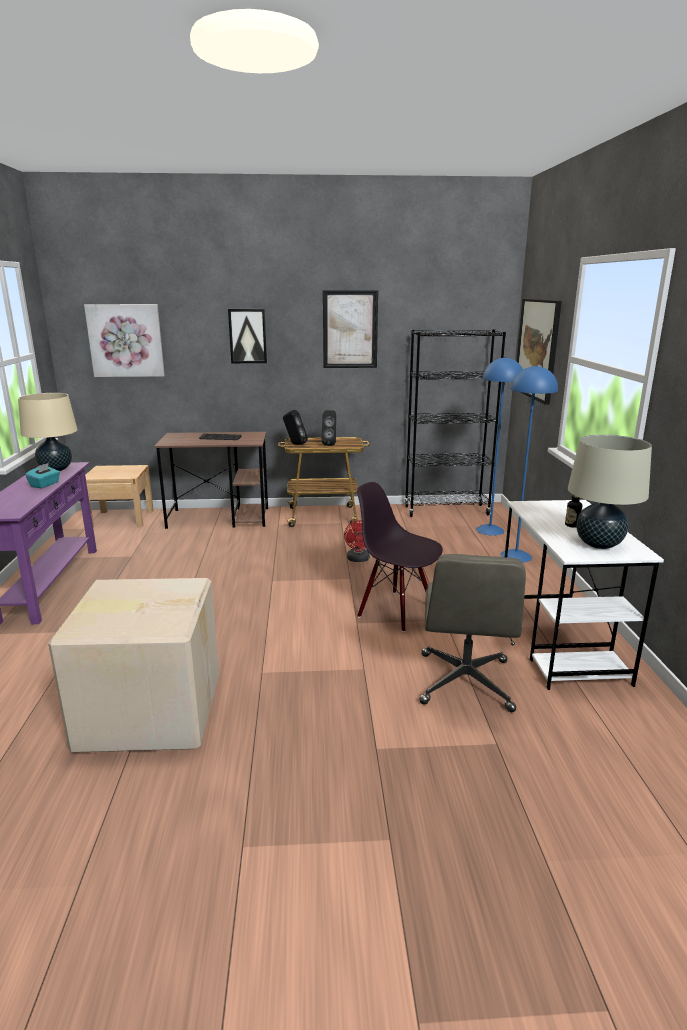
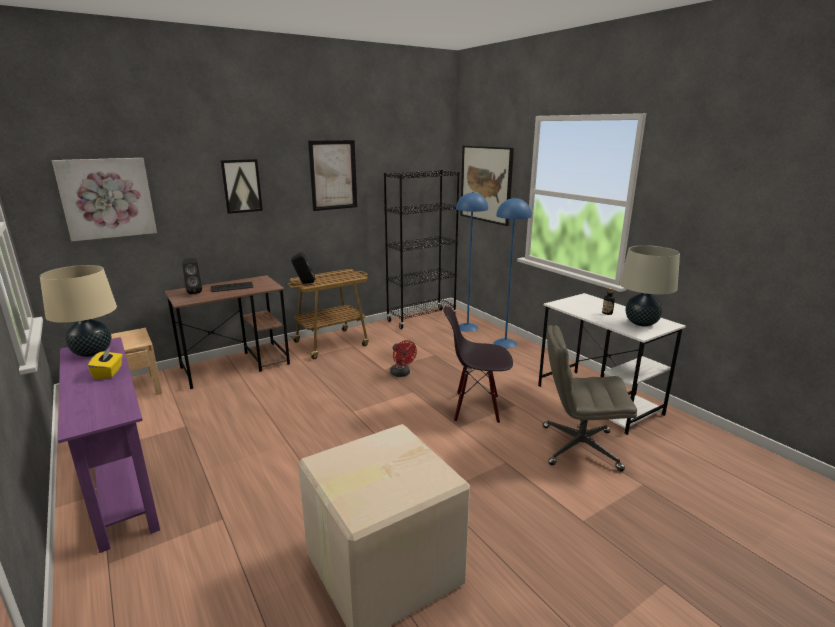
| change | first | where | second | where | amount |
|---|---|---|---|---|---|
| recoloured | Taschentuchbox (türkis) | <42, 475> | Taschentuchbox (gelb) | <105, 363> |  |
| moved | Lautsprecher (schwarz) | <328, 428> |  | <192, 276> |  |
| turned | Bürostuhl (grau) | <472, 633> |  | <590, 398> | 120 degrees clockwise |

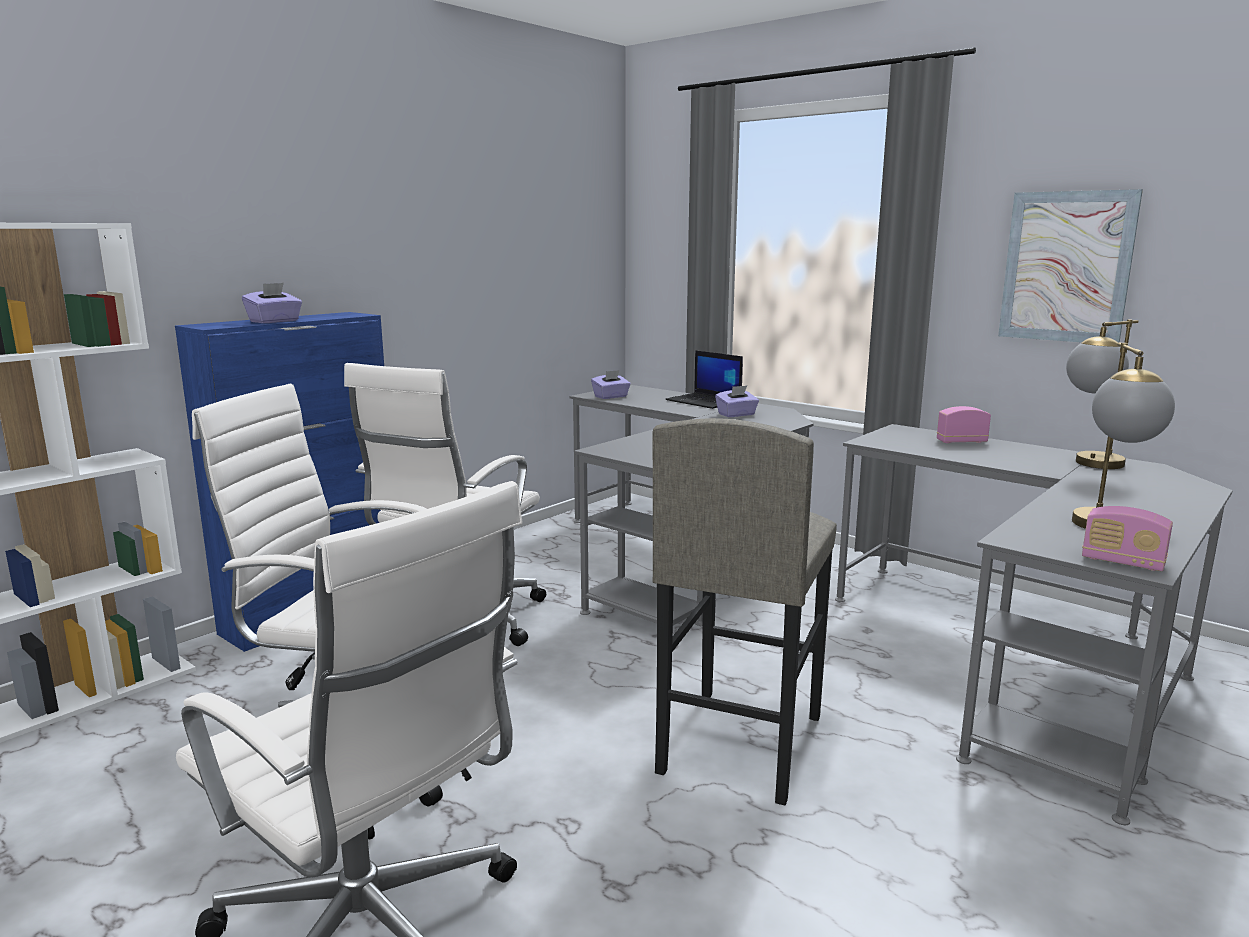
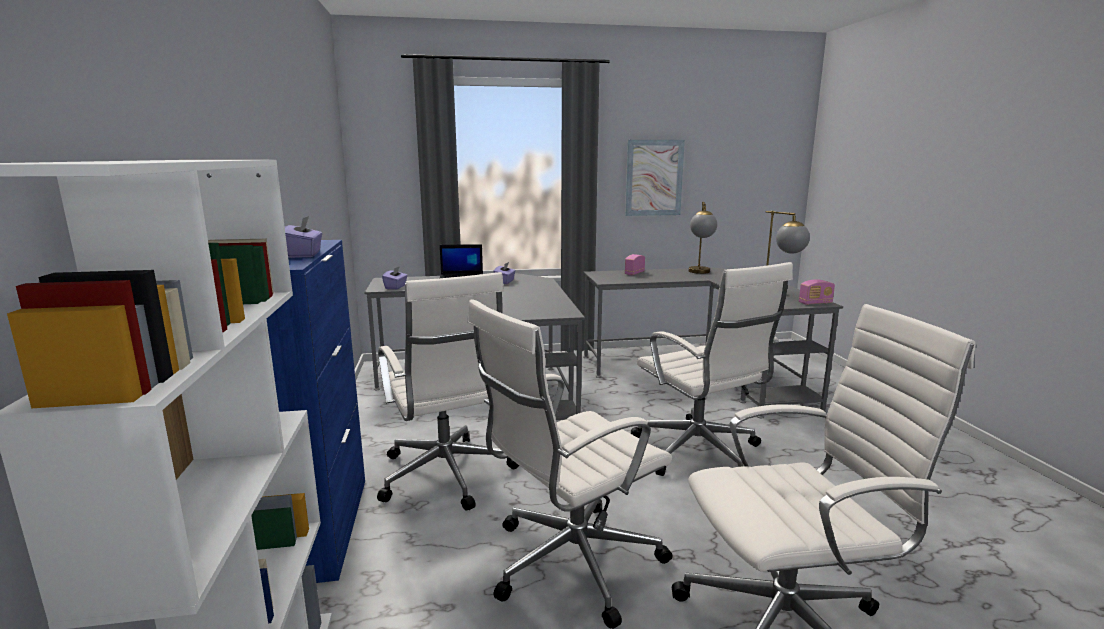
| change | first | where | second | where | amount |
|---|---|---|---|---|---|
| replaced | Hocker (grau) | <745, 612> | Bürostuhl (weiß) | <712, 369> |  |

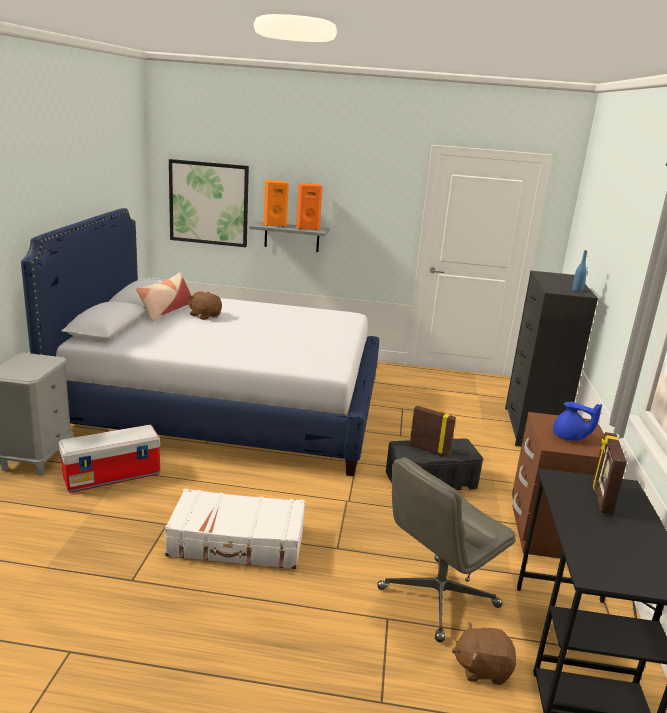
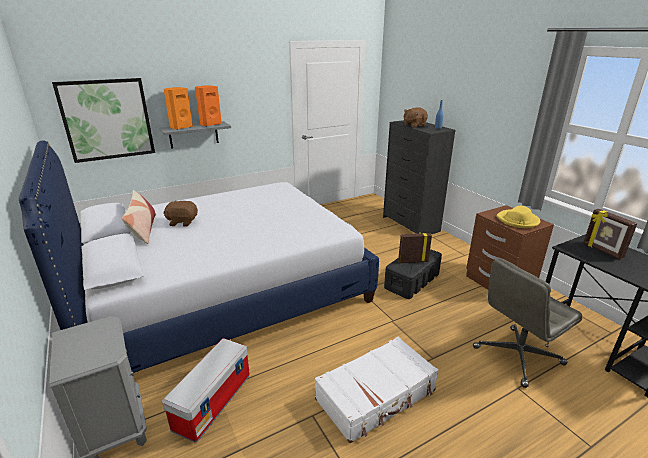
| change | first | where | second | where | amount |
|---|---|---|---|---|---|
| moved | Plüschtier (braun) | <484, 653> |  | <416, 117> |  |
| turned | Bürostuhl (grau) | <446, 549> |  | <527, 323> | 45 degrees clockwise |
| replaced | Teekanne (blau) | <577, 421> | Hut (gelb) | <518, 217> |  |

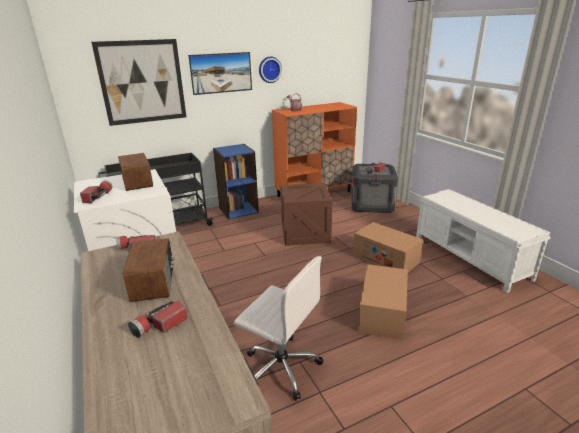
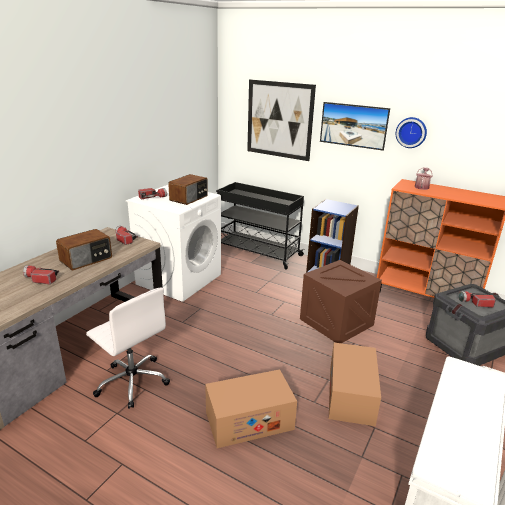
| change | first | where | second | where | amount |
|---|---|---|---|---|---|
| turned | Bürostuhl (weiß) | <278, 328> |  | <128, 348> | 45 degrees counterclockwise |

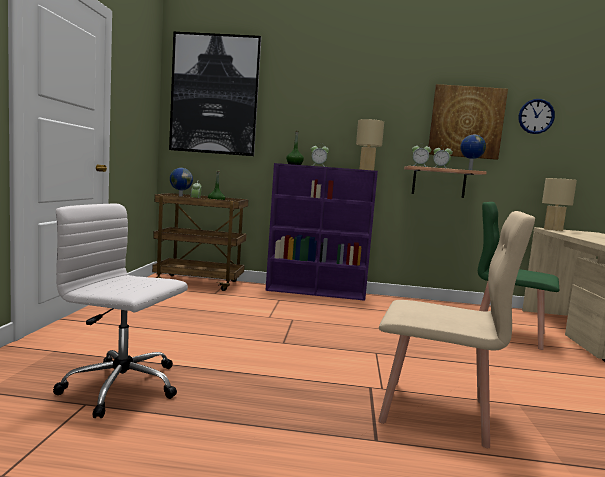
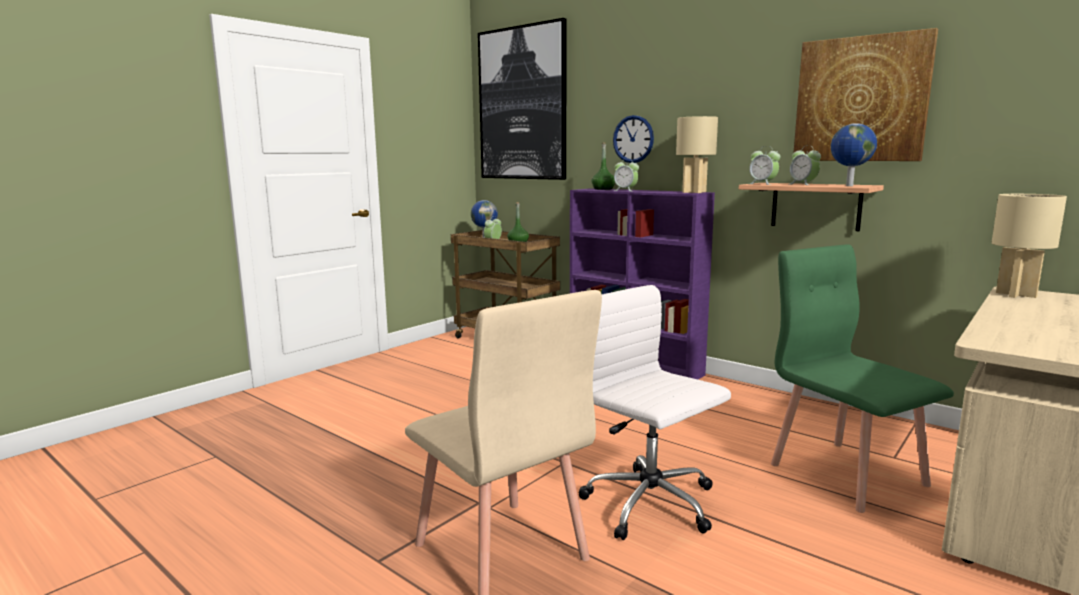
| change | first | where | second | where | amount |
|---|---|---|---|---|---|
| moved | Bürostuhl (weiß) | <120, 311> |  | <654, 412> |  |
| moved | Wanduhr | <537, 116> |  | <633, 139> |  |

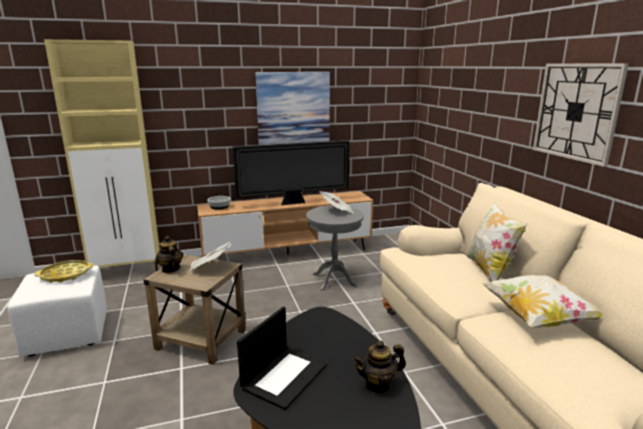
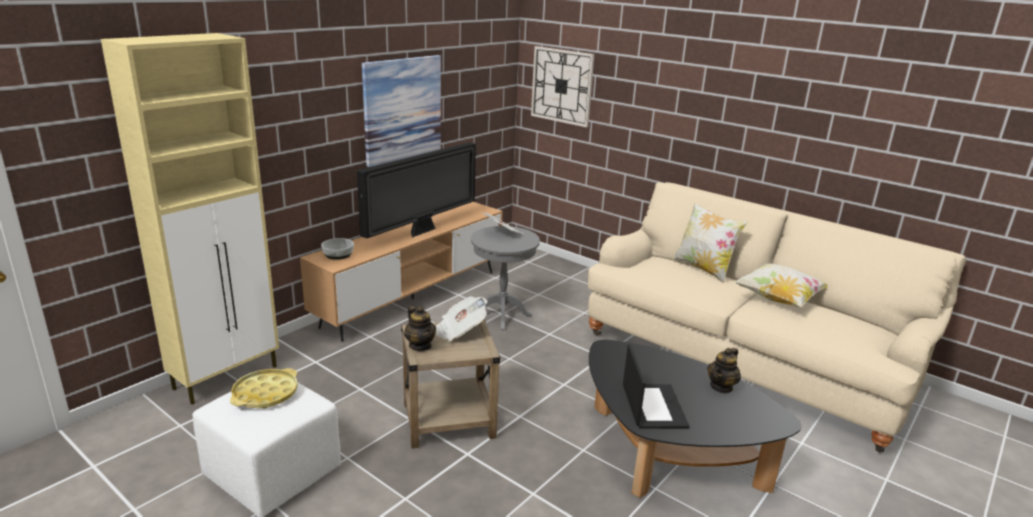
| change | first | where | second | where | amount |
|---|---|---|---|---|---|
| turned | Teekanne | <169, 254> |  | <420, 328> | 150 degrees counterclockwise |
| moved | Wanduhr | <581, 115> |  | <563, 87> |  |

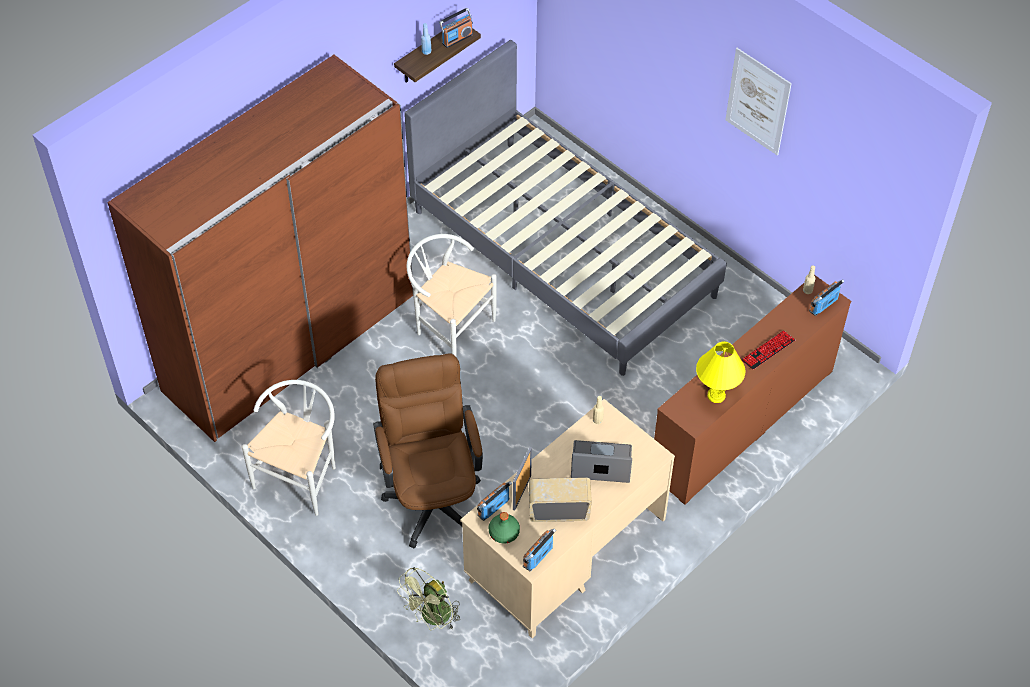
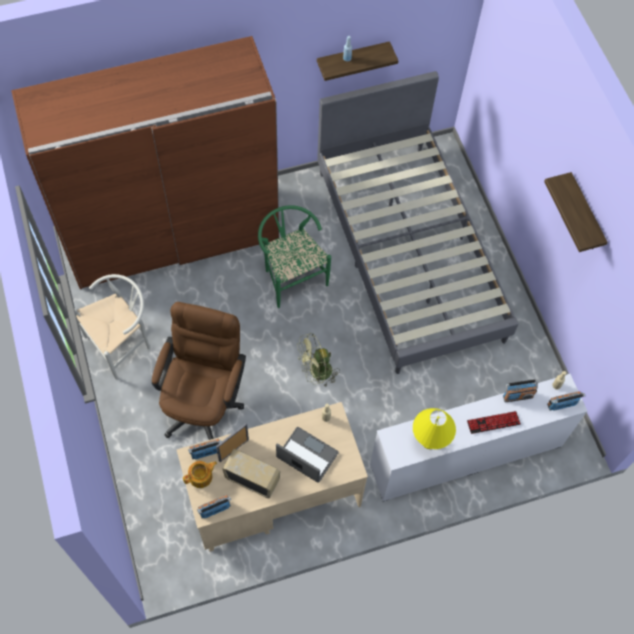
| change | first | where | second | where | amount |
|---|---|---|---|---|---|
| replaced | Flasche (grün) | <504, 528> | Teekanne | <200, 474> |  |
| recoloured | Stuhl (weiß) | <452, 295> | Stuhl (grün) | <294, 256> |  |
| moved | Ventilator (grün) | <428, 599> |  | <318, 360> |  |
| recoloured | Kommode (braun) | <752, 390> | Kommode (weiß) | <479, 438> |  |
| moved | Radio | <456, 28> |  | <520, 390> |  |
| replaced | Bild | <758, 101> | Wandregal | <576, 212> |  |

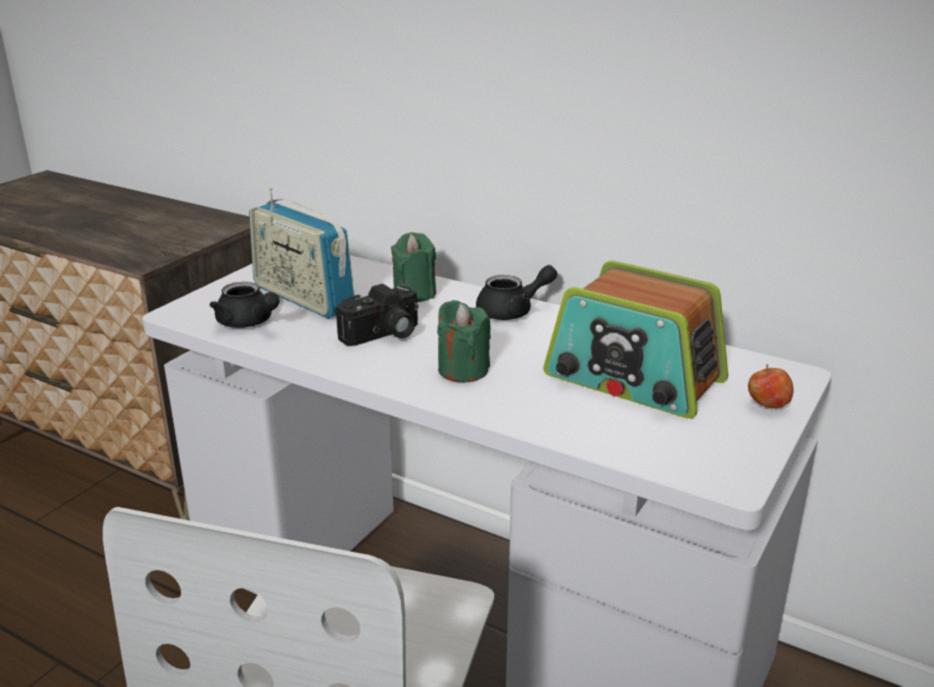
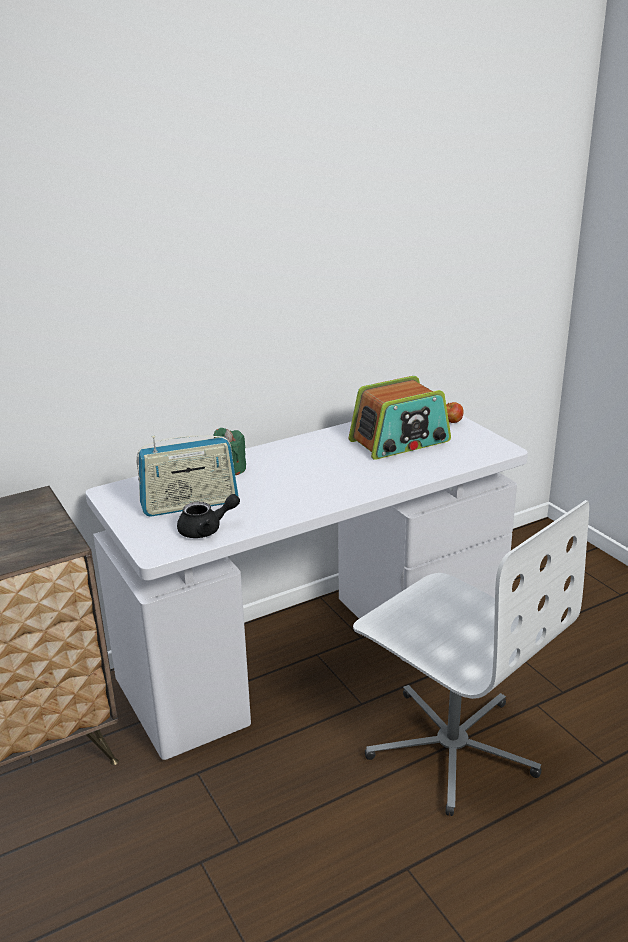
| change | first | where | second | where | amount |
|---|---|---|---|---|---|
| removed | Kamera | <377, 315> |  |  |  |
| removed | Kerze (grün) | <464, 341> |  |  |  |
| removed | Teekanne (schwarz) | <516, 292> |  |  |  |

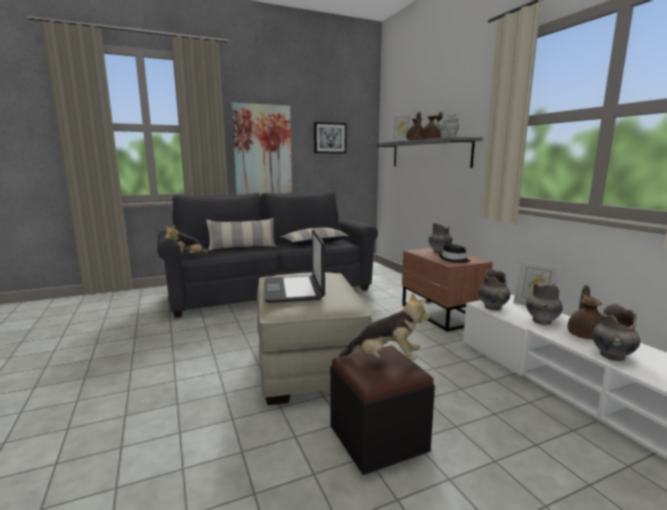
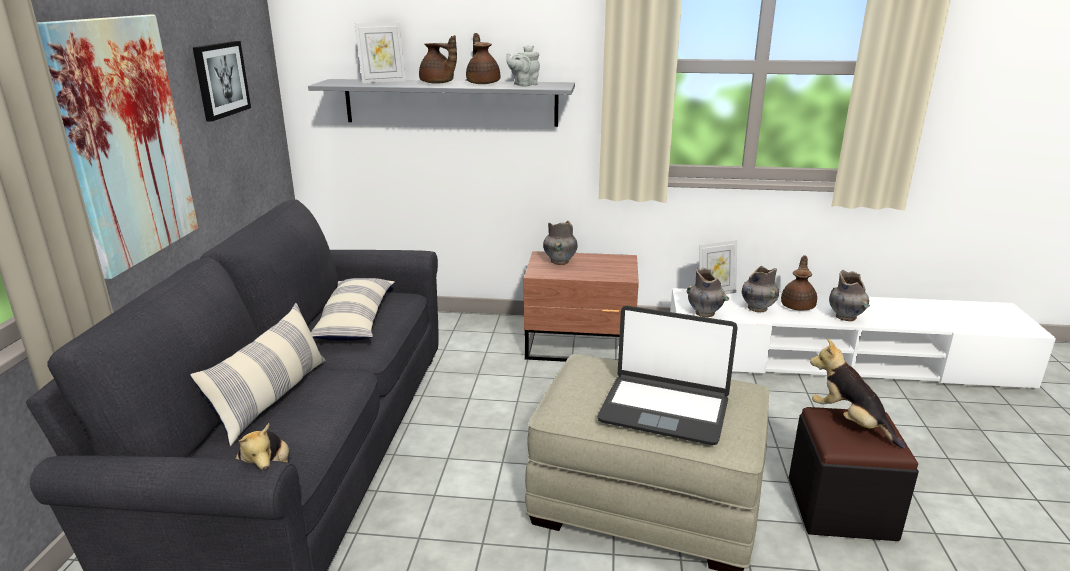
| change | first | where | second | where | amount |
|---|---|---|---|---|---|
| turned | Teekanne (braun) | <585, 312> |  | <799, 282> | 60 degrees clockwise |
| turned | Plüschtier | <384, 326> |  | <858, 394> | 75 degrees counterclockwise |
| removed | Hut (schwarz) | <455, 253> |  |  |  |

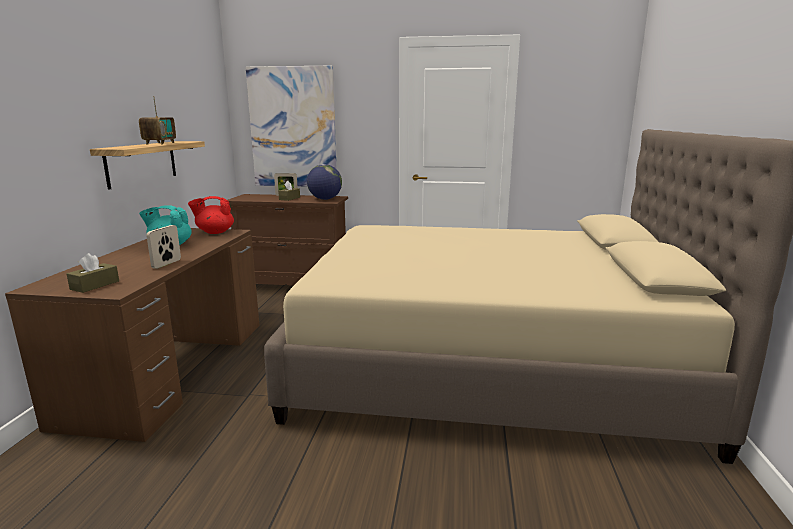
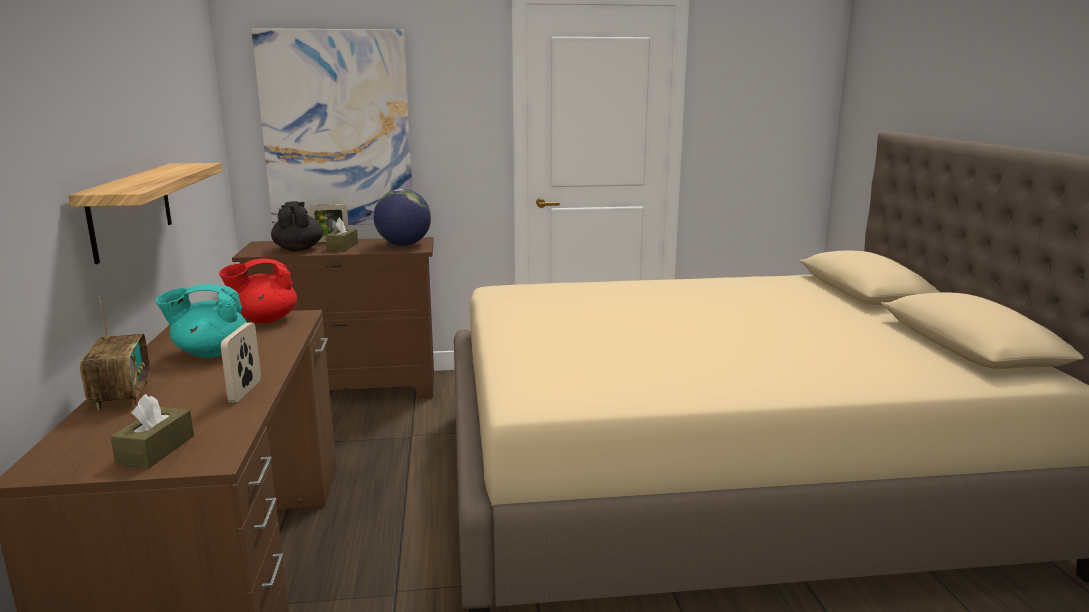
| change | first | where | second | where | amount |
|---|---|---|---|---|---|
| moved | Radio | <157, 120> |  | <115, 353> |  |
| added |  |  | Teekanne (schwarz) | <297, 226> |  |

